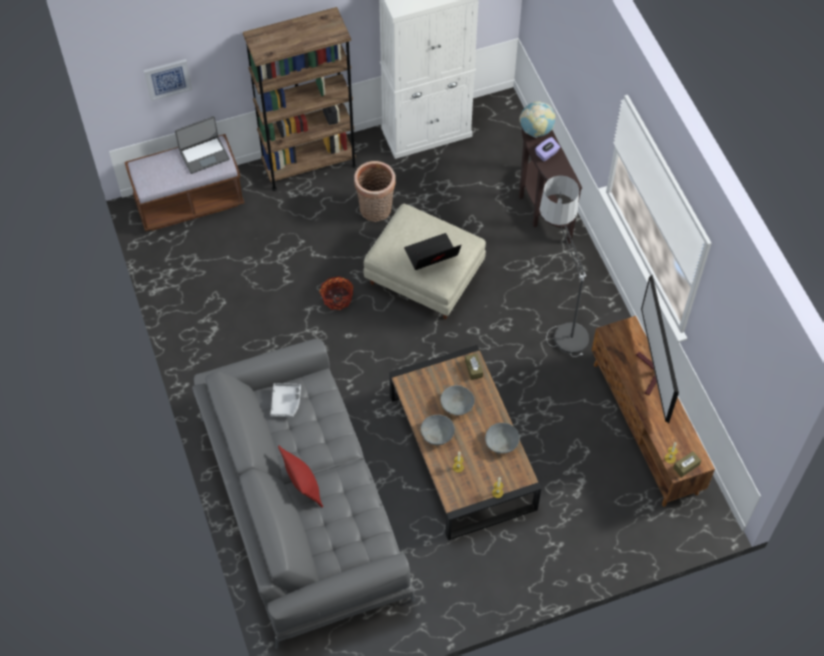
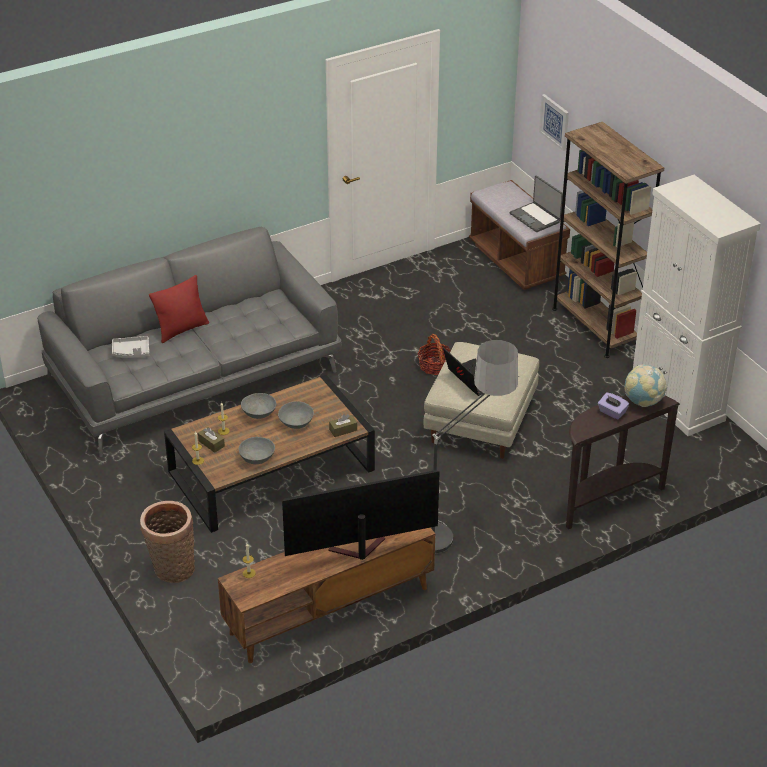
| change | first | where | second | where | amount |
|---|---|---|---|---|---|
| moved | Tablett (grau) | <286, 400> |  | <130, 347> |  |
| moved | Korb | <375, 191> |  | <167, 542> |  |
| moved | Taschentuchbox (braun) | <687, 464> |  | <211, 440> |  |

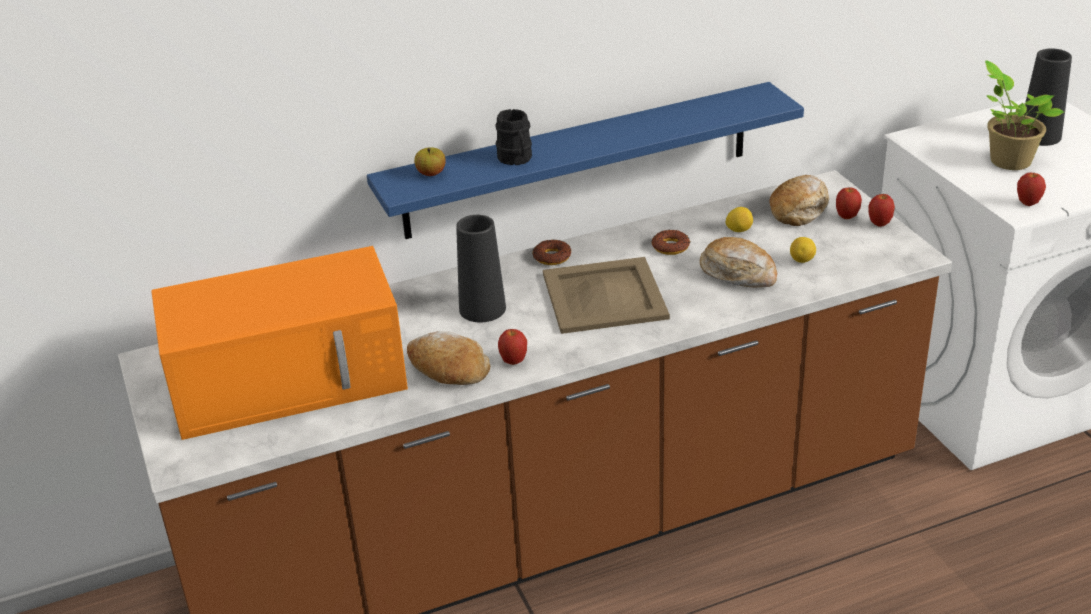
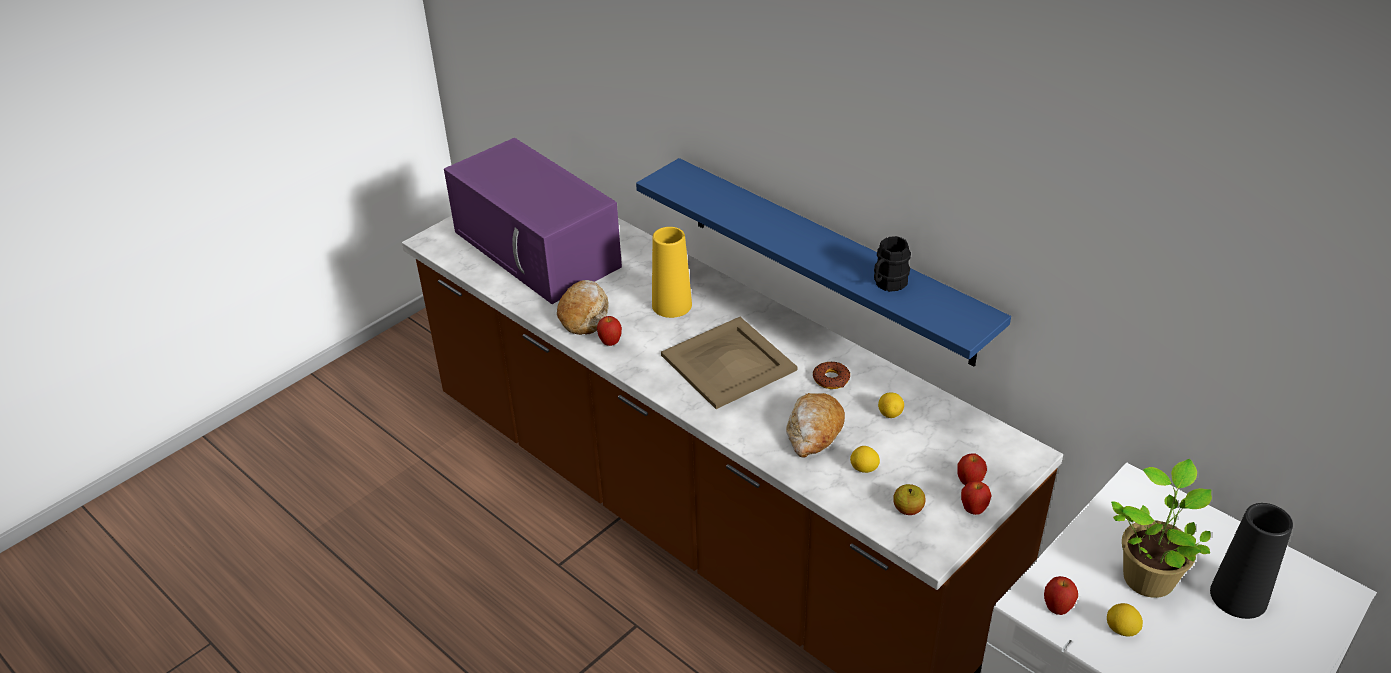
| change | first | where | second | where | amount |
|---|---|---|---|---|---|
| recoloured | Mikrowelle (orange) | <279, 343> | Mikrowelle (lila) | <533, 221> |  |
| recoloured | Vase (schwarz) | <481, 269> | Vase (gelb) | <672, 272> |  |
| moved | Henkelbecher (schwarz) | <513, 137> |  | <892, 264> |  |
| moved | Apfel | <430, 161> |  | <909, 499> |  |
| added |  |  | Zitrone | <1125, 620> |  |
| removed | Donut | <552, 252> |  |  |  |
| removed | Brot | <799, 200> |  |  |  |

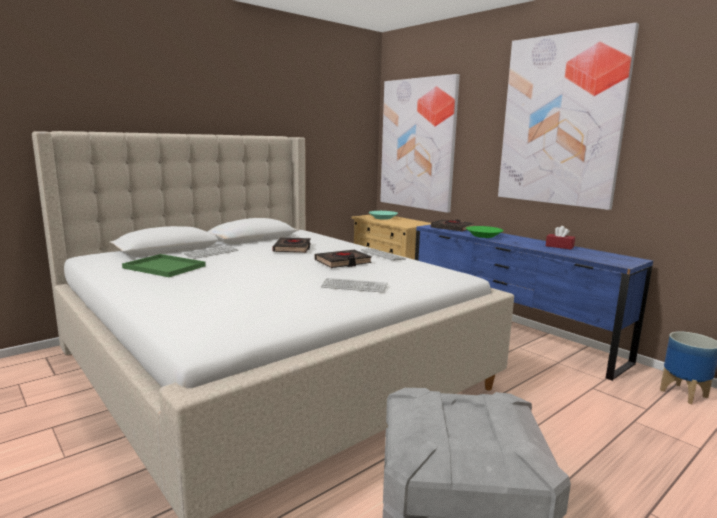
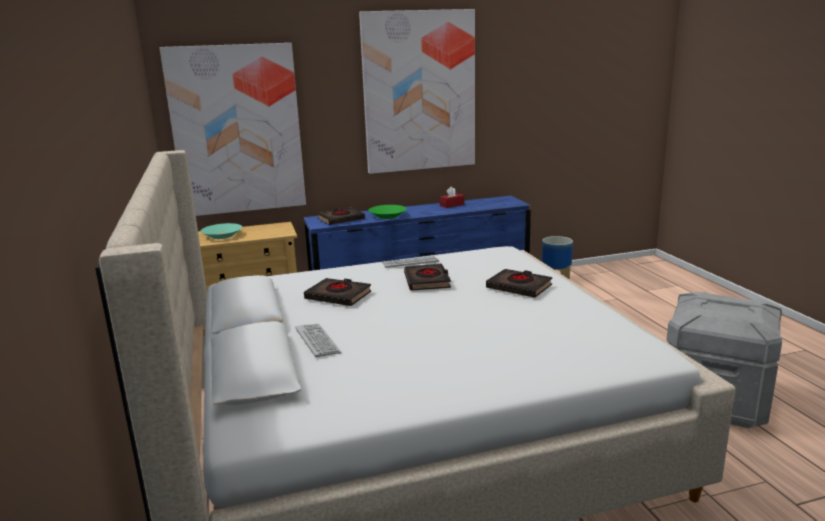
| change | first | where | second | where | amount |
|---|---|---|---|---|---|
| replaced | Tastatur | <354, 285> | Buch (schwarz) | <519, 283> |  |
| removed | Tablett (grün) | <164, 265> |  |  |  |

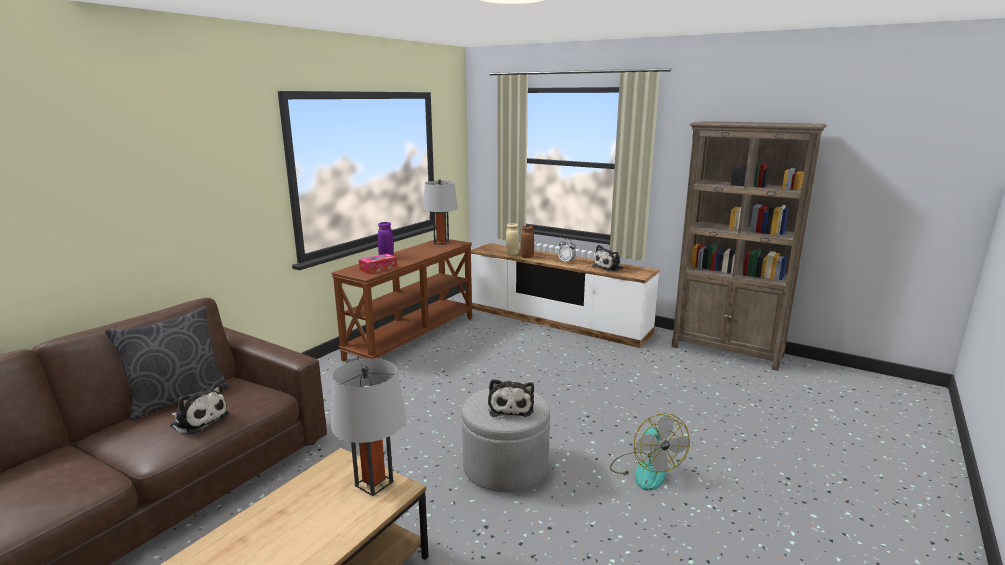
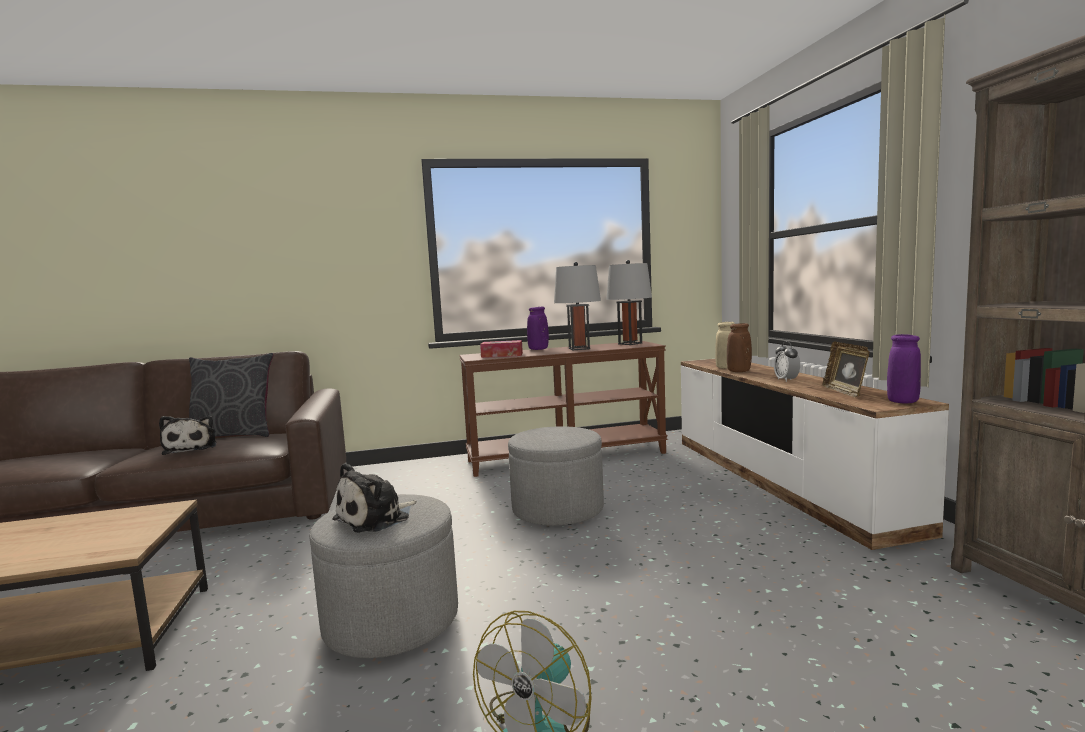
| change | first | where | second | where | amount |
|---|---|---|---|---|---|
| added |  |  | Polsterhocker (grau) | <556, 475> |  |
| moved | Tischlampe (grau) | <368, 427> |  | <577, 306> |  |
| replaced | Plüschtier | <607, 258> | Bilderrahmen | <846, 370> |  |
| added |  |  | Vase (lila) | <904, 368> |  |

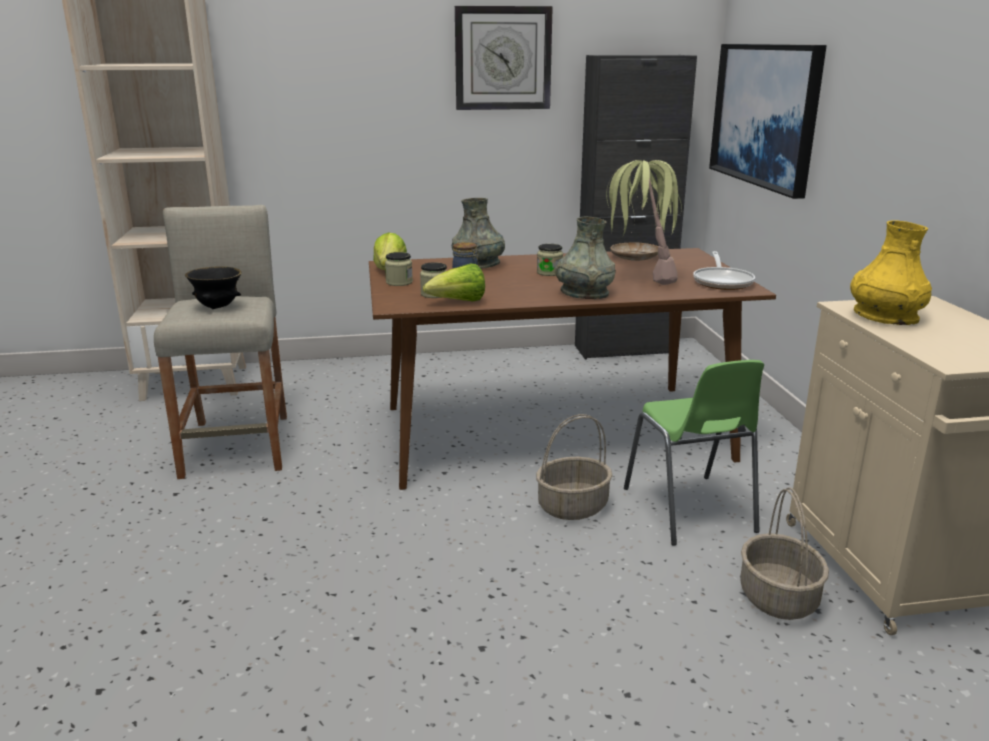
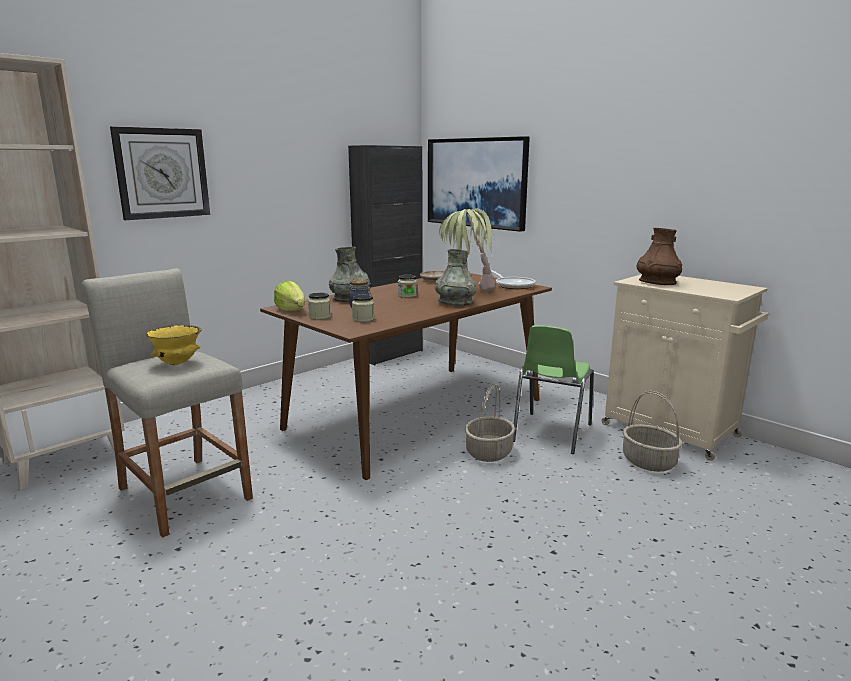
| change | first | where | second | where | amount |
|---|---|---|---|---|---|
| moved | Wanduhr | <504, 58> |  | <160, 173> |  |
| recoloured | Schüssel (schwarz) | <213, 287> | Schüssel (gelb) | <174, 345> |  |
| turned | Stuhl (grün) | <694, 453> |  | <553, 389> | 75 degrees clockwise |
| recoloured | Vase (gelb) | <891, 273> | Vase (braun) | <659, 256> |  |
| removed | Salatkopf | <454, 283> |  |  |  |

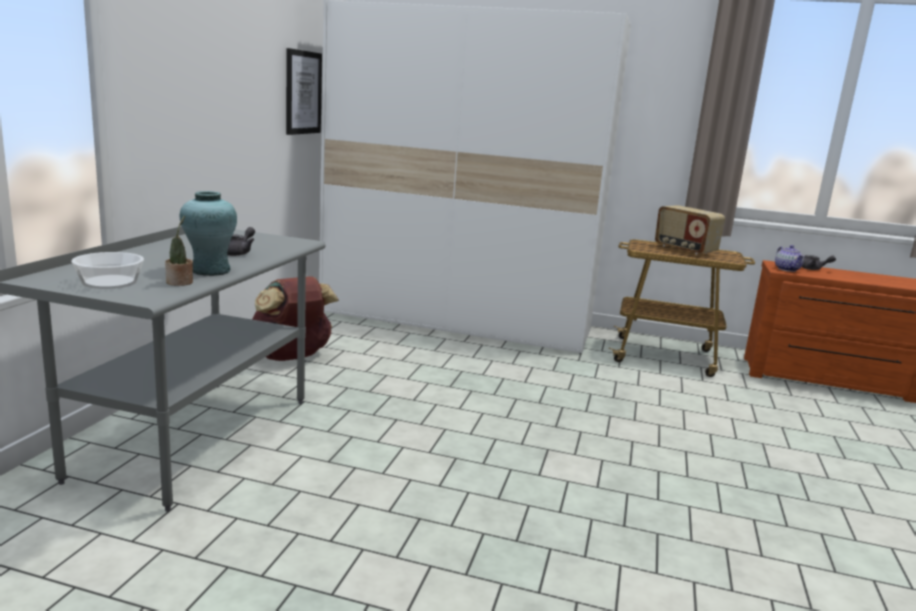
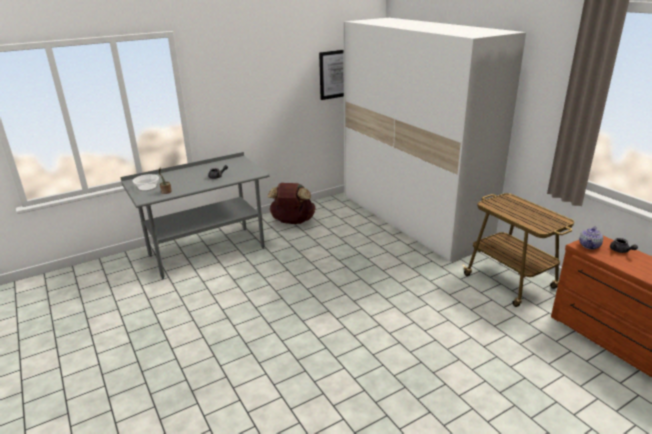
| change | first | where | second | where | amount |
|---|---|---|---|---|---|
| removed | Vase (türkis) | <208, 233> |  |  |  |
| removed | Radio | <690, 230> |  |  |  |

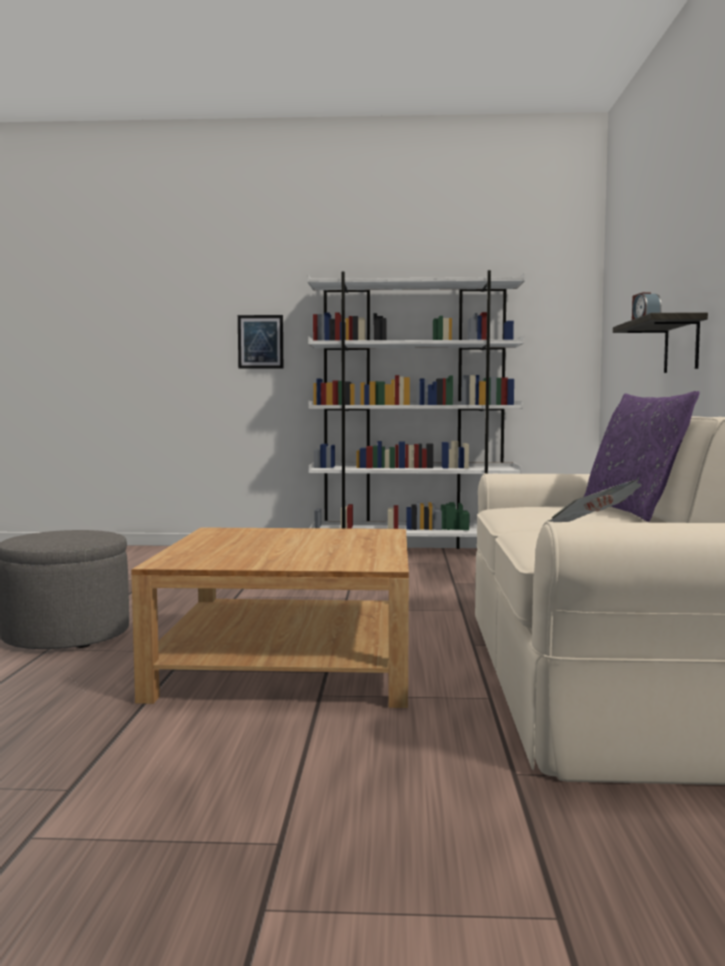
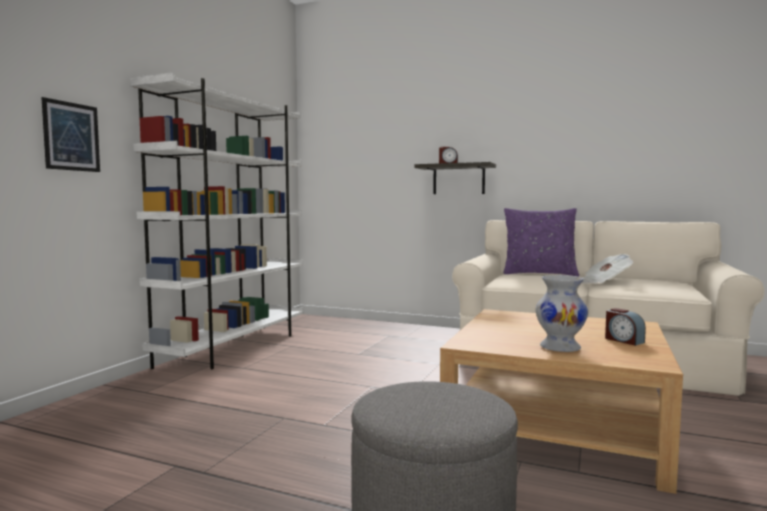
| change | first | where | second | where | amount |
|---|---|---|---|---|---|
| added |  |  | Vase (weiß) | <561, 313> |  |
| added |  |  | Wecker | <625, 327> |  |

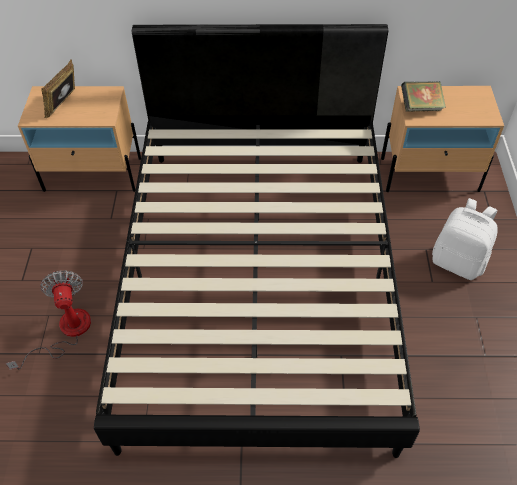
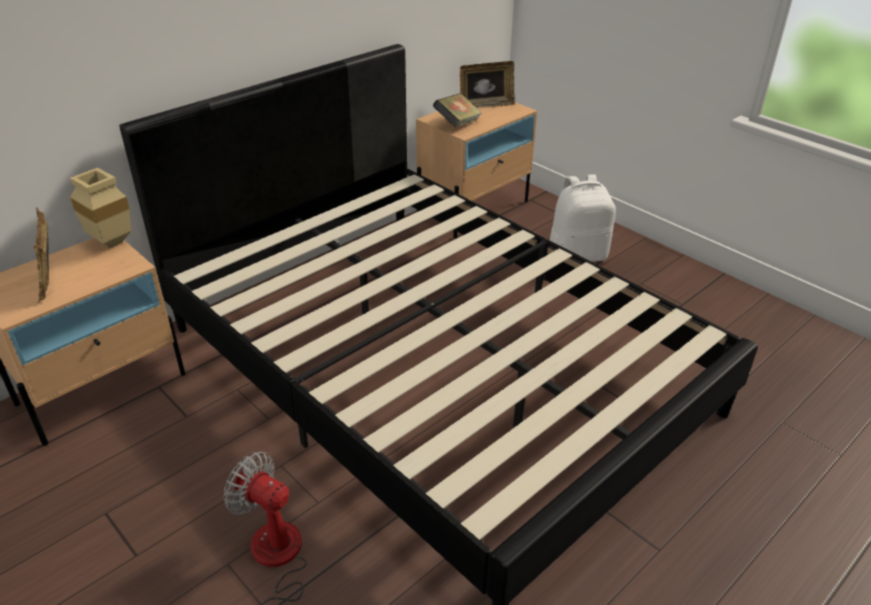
| change | first | where | second | where | amount |
|---|---|---|---|---|---|
| added |  |  | Vase (beige) | <100, 208> |  |
| added |  |  | Bilderrahmen | <487, 84> |  |

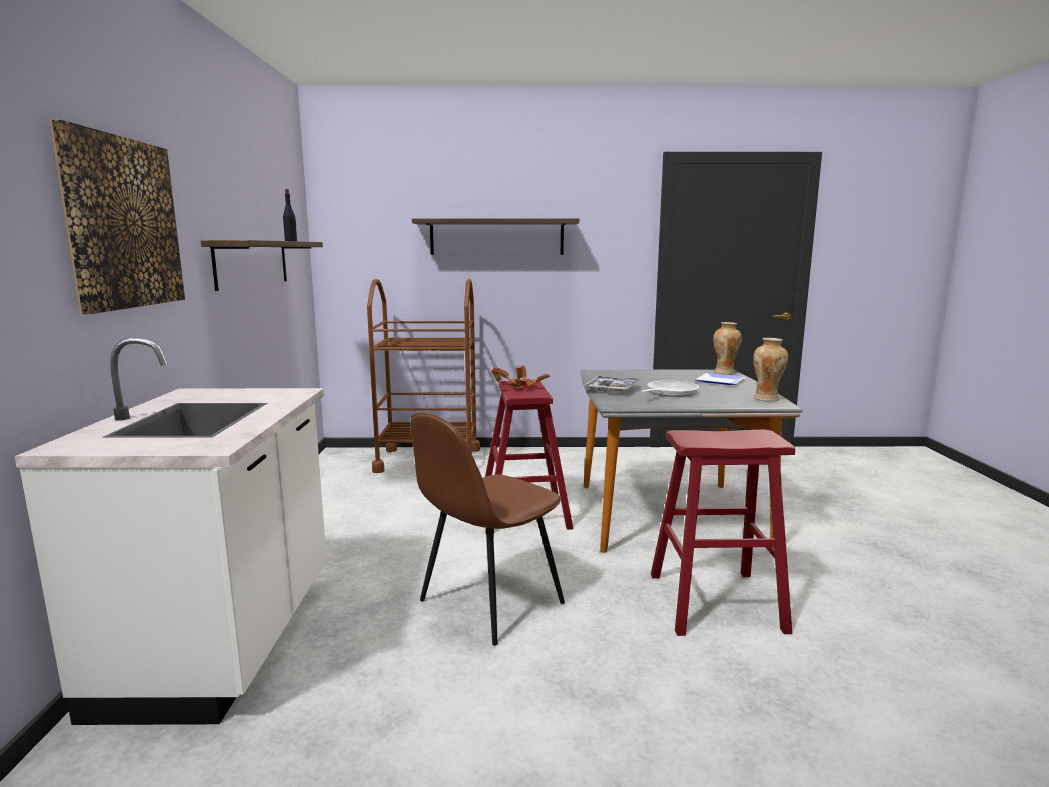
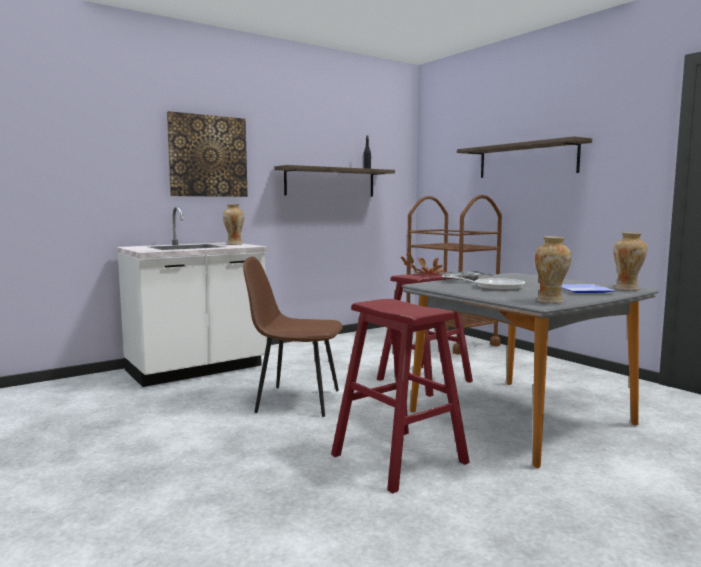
| change | first | where | second | where | amount |
|---|---|---|---|---|---|
| added |  |  | Vase | <233, 224> |  |

